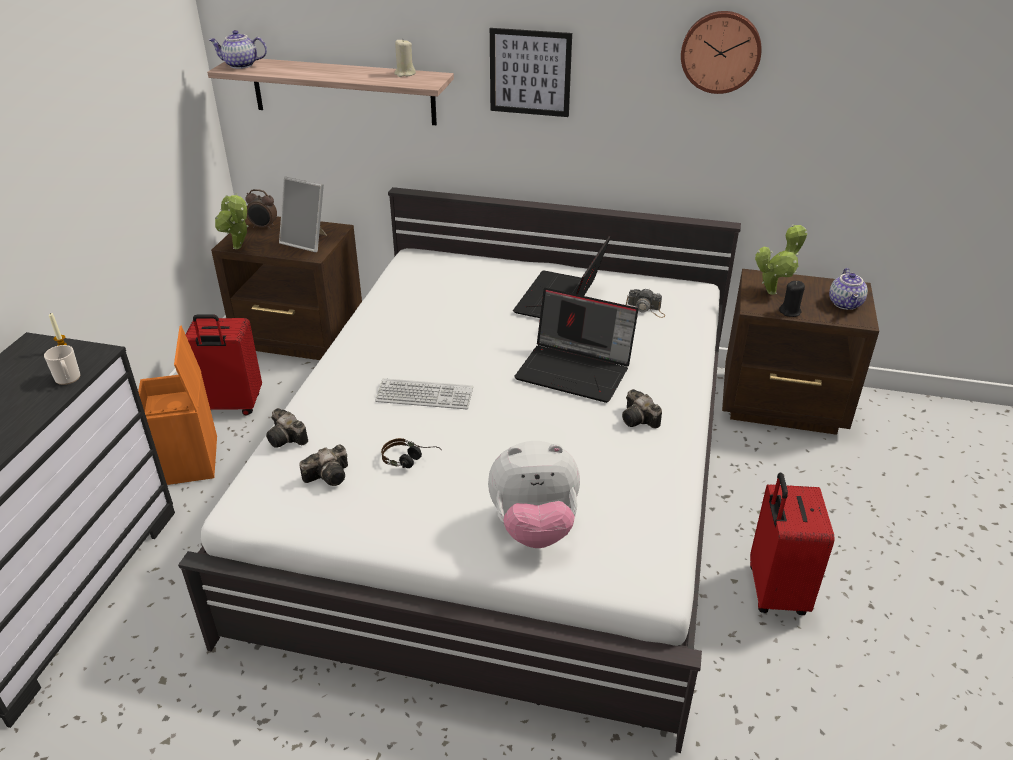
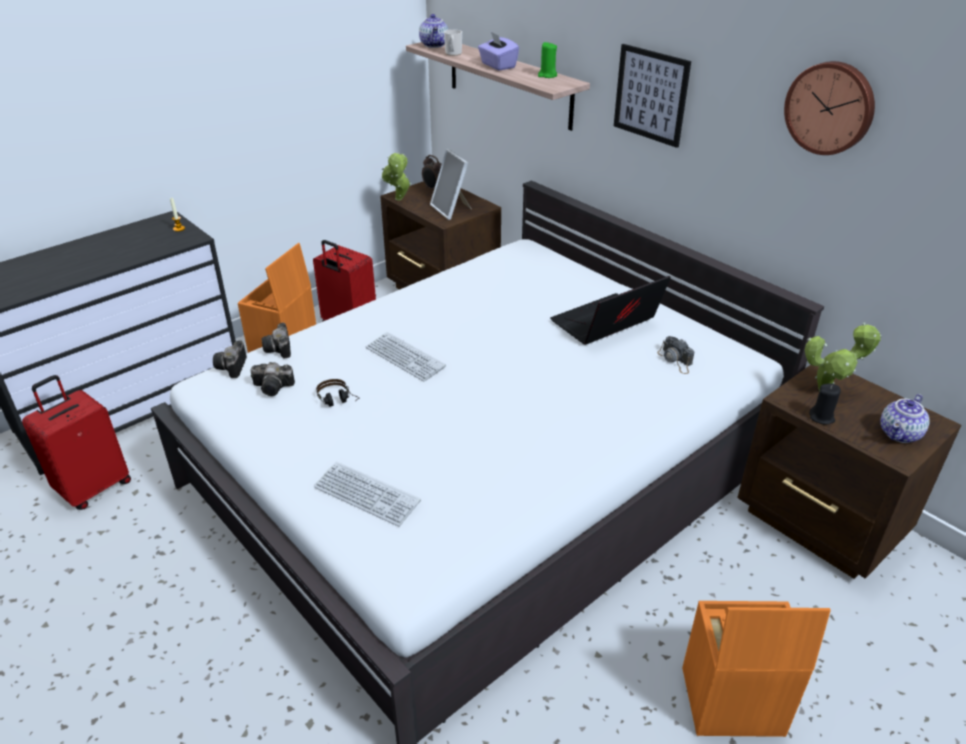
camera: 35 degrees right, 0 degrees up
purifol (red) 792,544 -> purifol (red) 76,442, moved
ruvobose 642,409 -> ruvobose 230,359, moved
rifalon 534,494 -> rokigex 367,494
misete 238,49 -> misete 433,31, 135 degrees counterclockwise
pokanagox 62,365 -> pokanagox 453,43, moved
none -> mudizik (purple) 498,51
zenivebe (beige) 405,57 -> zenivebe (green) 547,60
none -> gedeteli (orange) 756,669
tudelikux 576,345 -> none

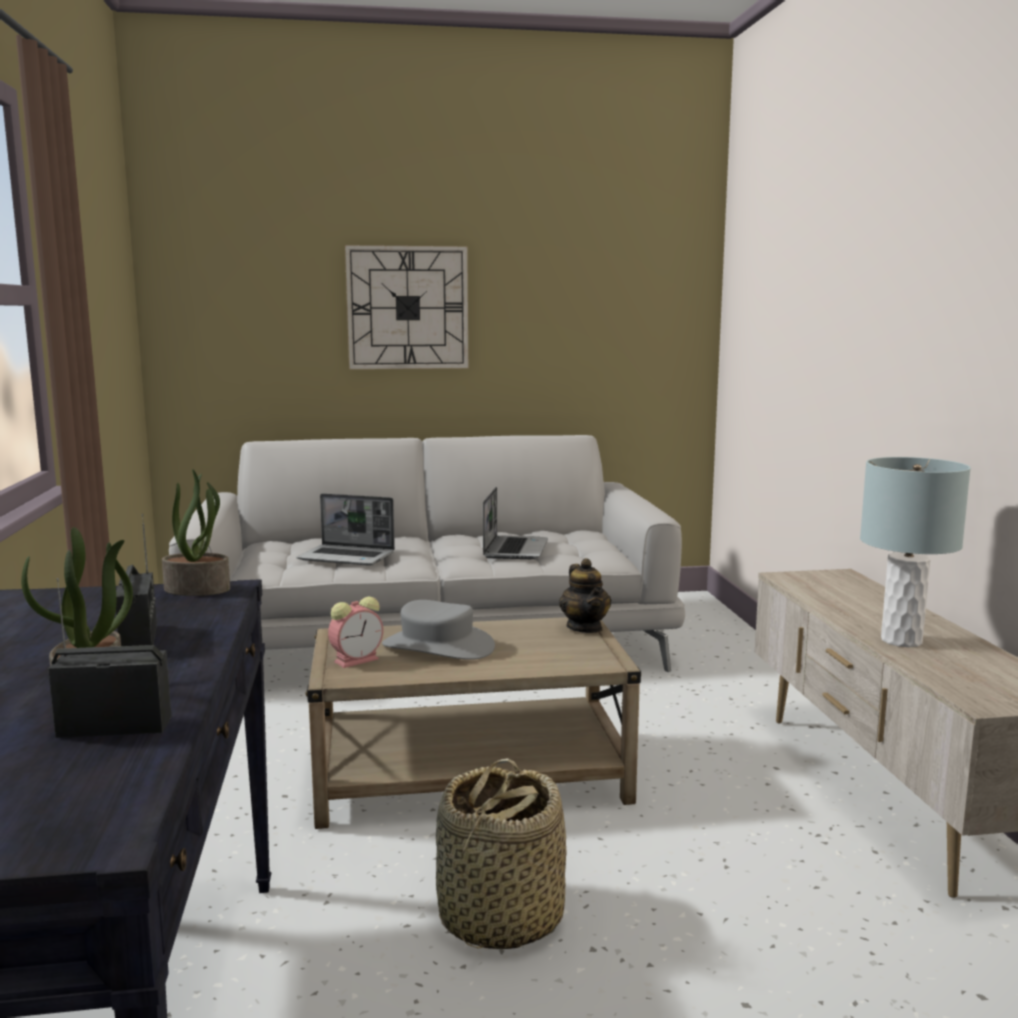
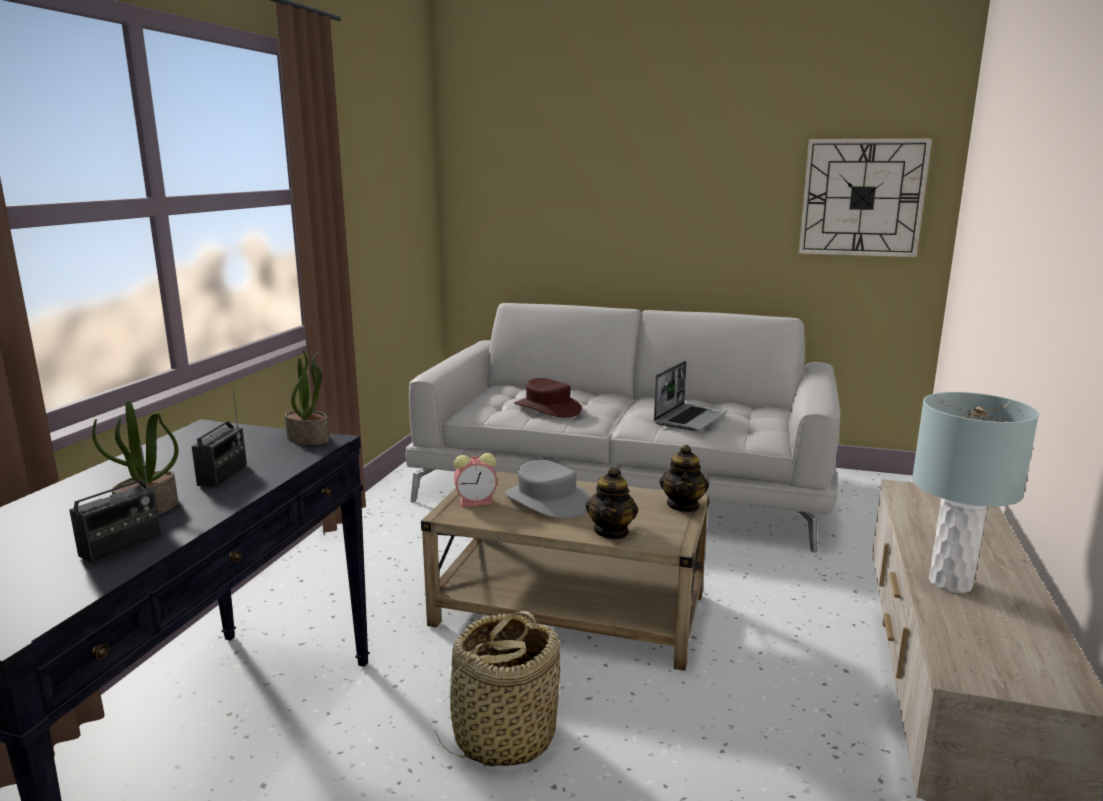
camera: 25 degrees right, 5 degrees up
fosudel 110,658 -> fosudel 115,501, 105 degrees clockwise
tudelikux 346,529 -> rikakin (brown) 548,397
none -> misete 612,503
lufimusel 406,307 -> lufimusel 865,197, moved

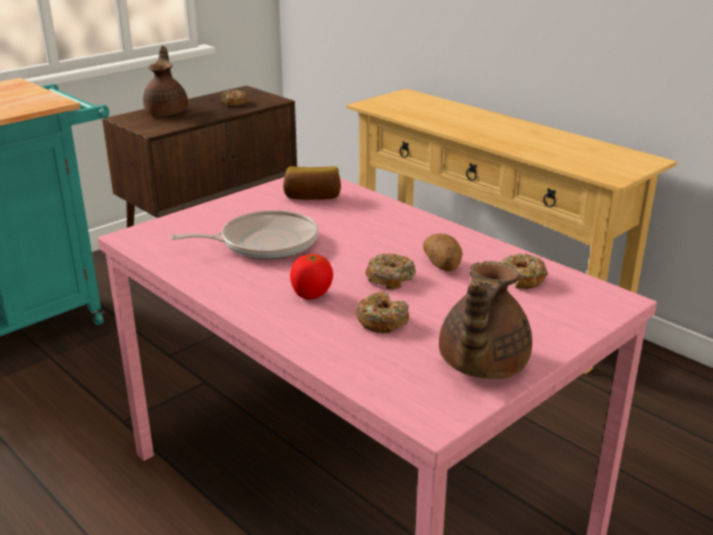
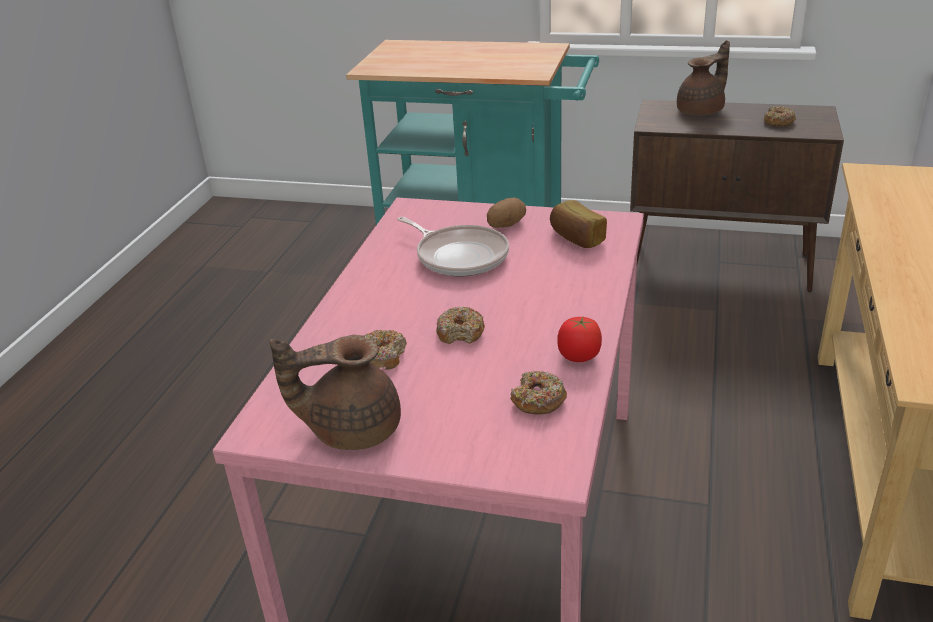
camera: 60 degrees right, 5 degrees up
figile 443,252 -> figile 506,213, moved
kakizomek 311,277 -> kakizomek 579,339, moved

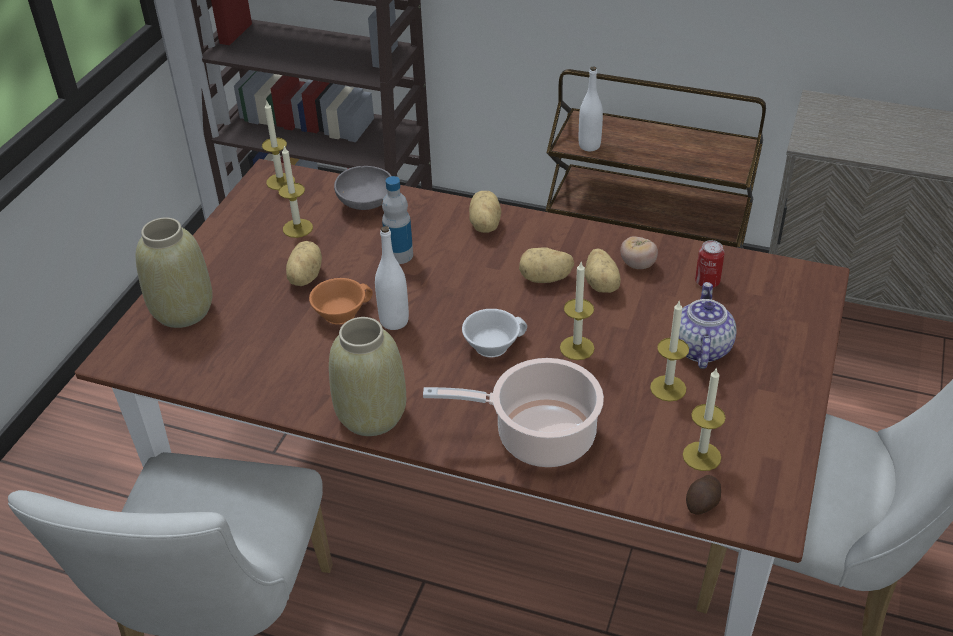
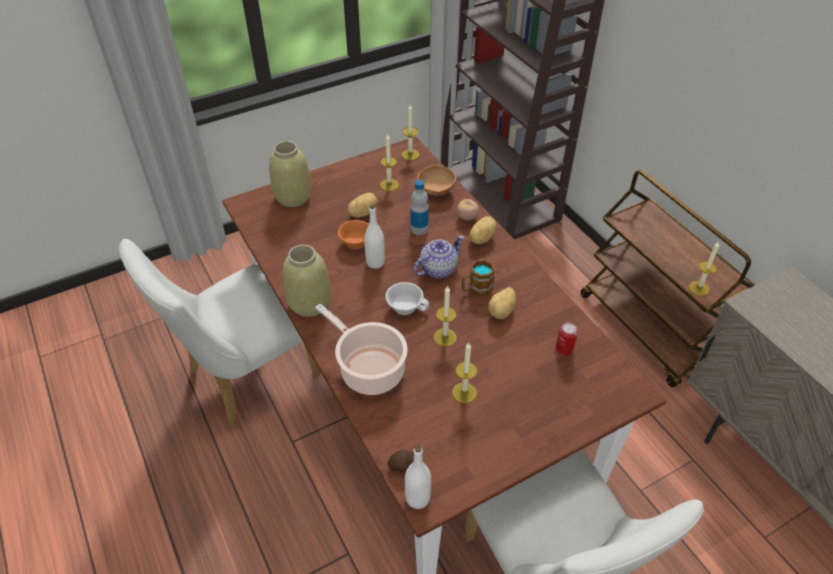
camera: 40 degrees right, 5 degrees up
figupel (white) 591,108 -> figupel (white) 418,477, moved
misete 708,325 -> misete 438,257, moved
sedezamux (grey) 362,188 -> sedezamux (brown) 436,180
kakizomek 639,252 -> kakizomek 468,210, moved
figile 546,265 -> pokanagox 478,277
zenivebe 704,420 -> zenivebe 704,269, moved

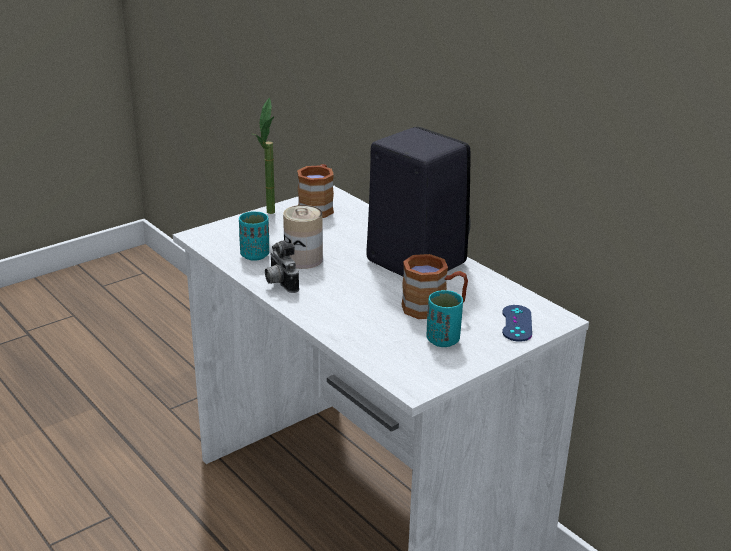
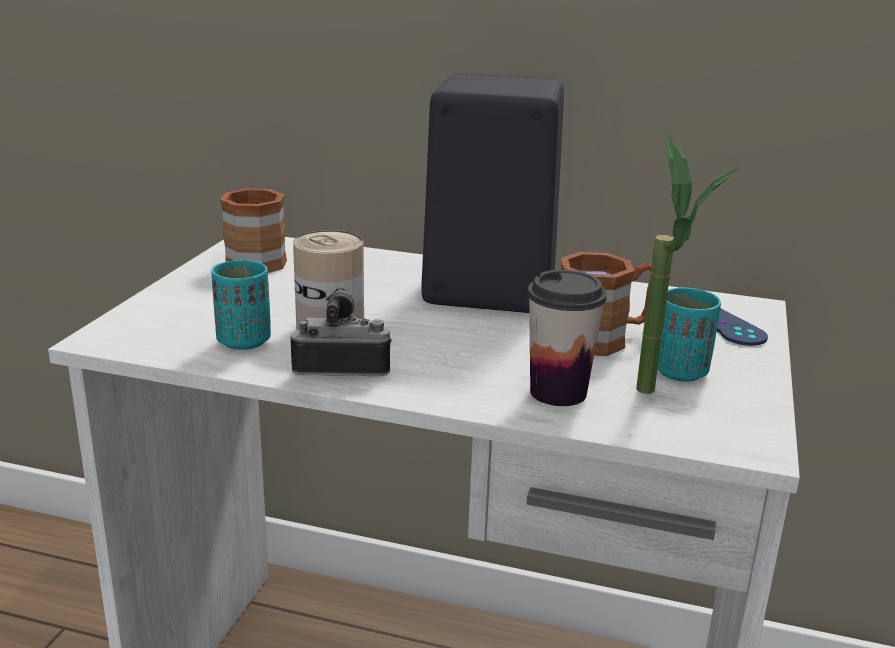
camera: 35 degrees left, 5 degrees down
ruvobose 282,266 -> ruvobose 341,332, 150 degrees clockwise
none -> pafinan 567,338
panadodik 264,156 -> panadodik 688,264, moved

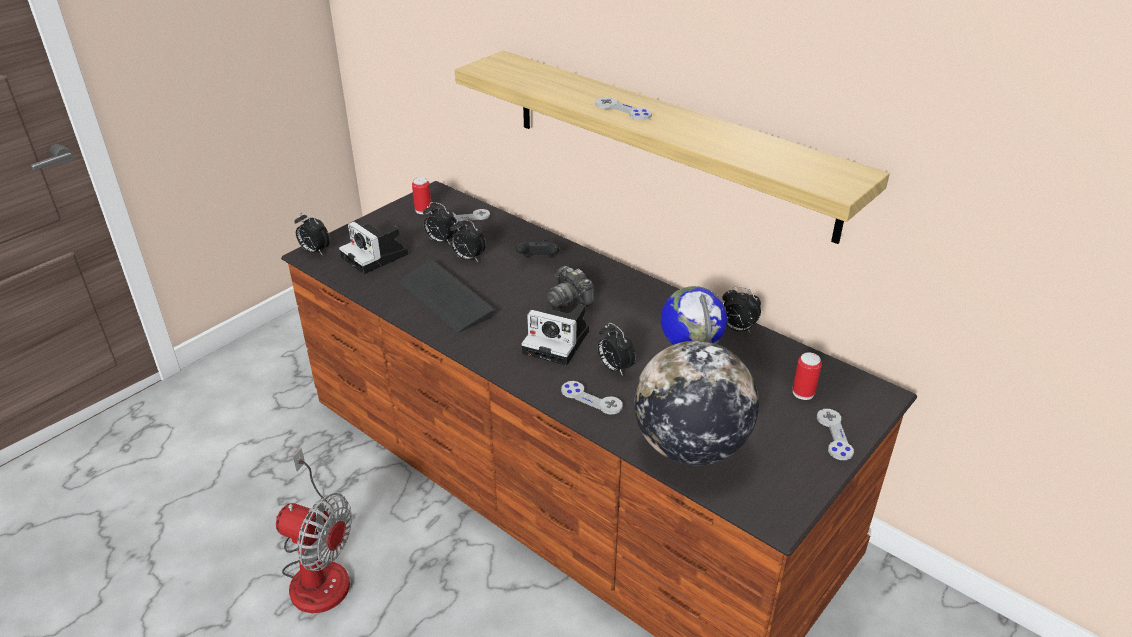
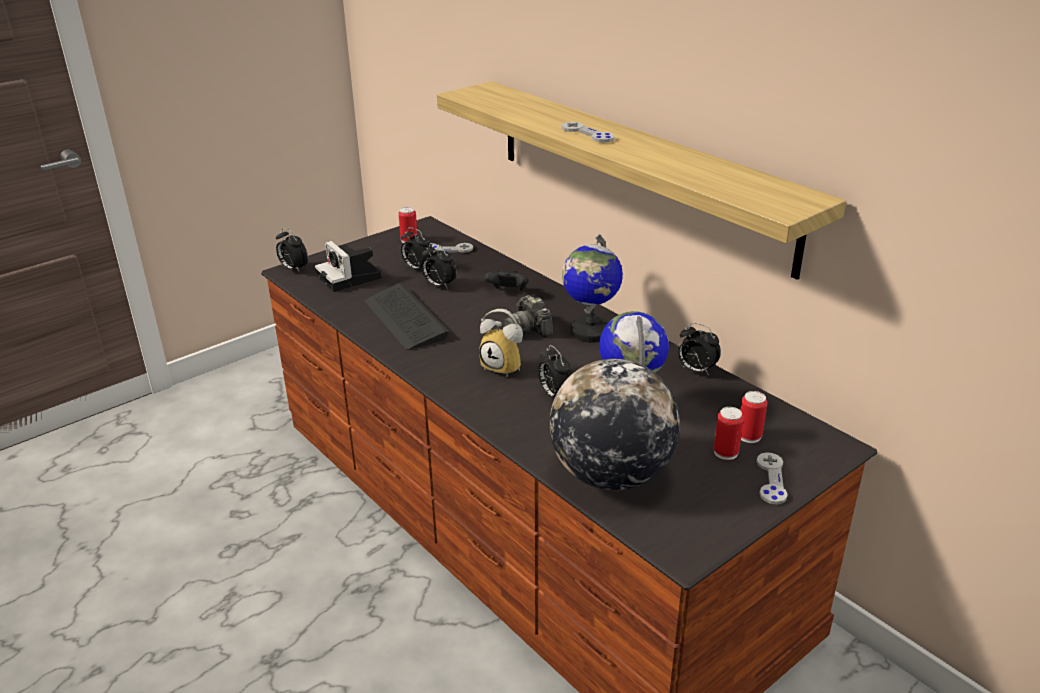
camera: 10 degrees right, 5 degrees down
ruvobose 555,335 -> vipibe 501,343
none -> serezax 592,289
none -> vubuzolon 729,433
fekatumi 314,530 -> none
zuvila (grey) 592,398 -> none

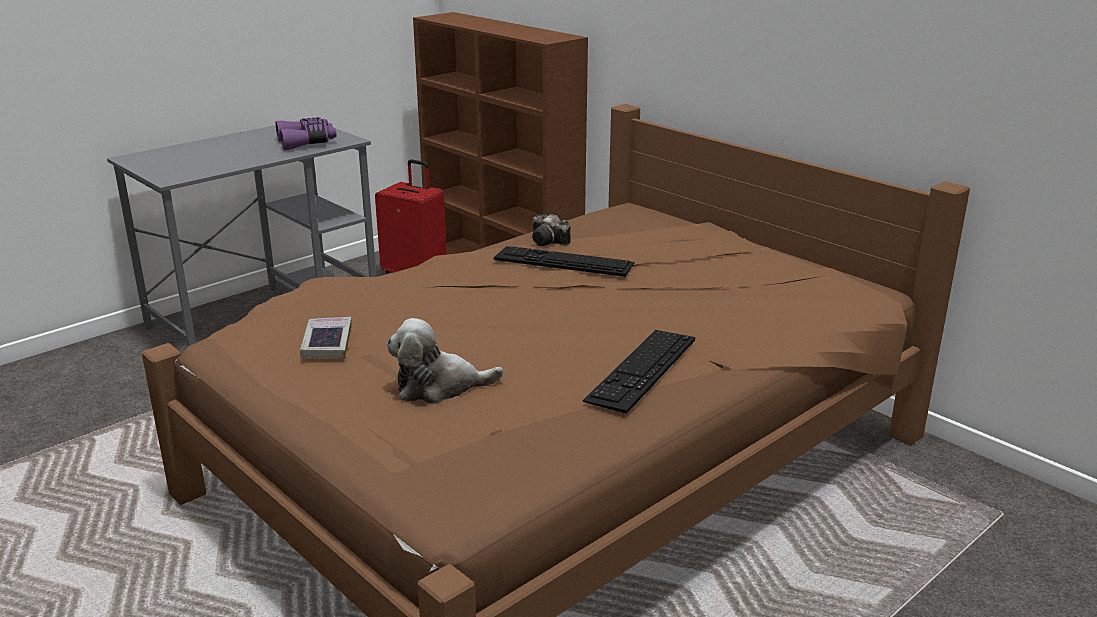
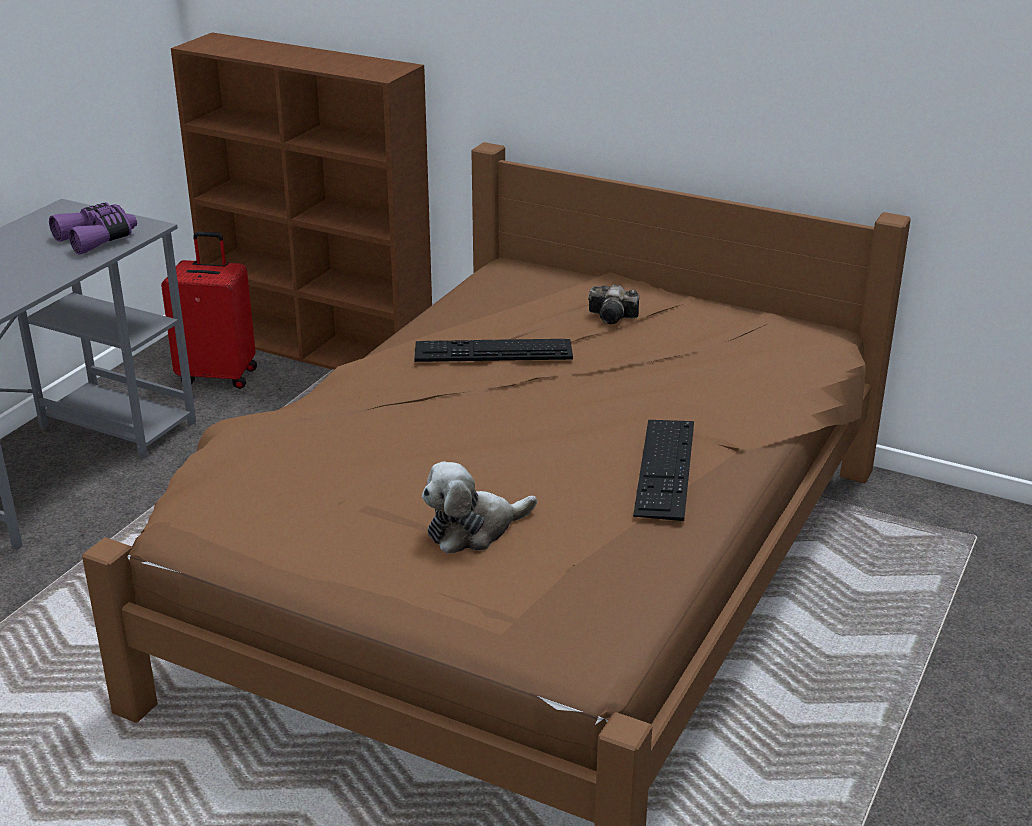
camera: 20 degrees left, 5 degrees up
ruvobose 551,230 -> ruvobose 613,304, moved
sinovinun 325,338 -> none

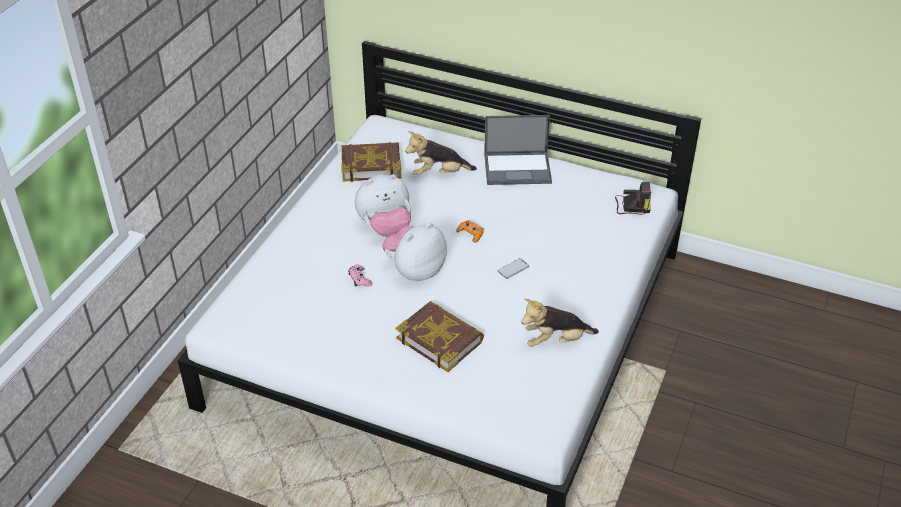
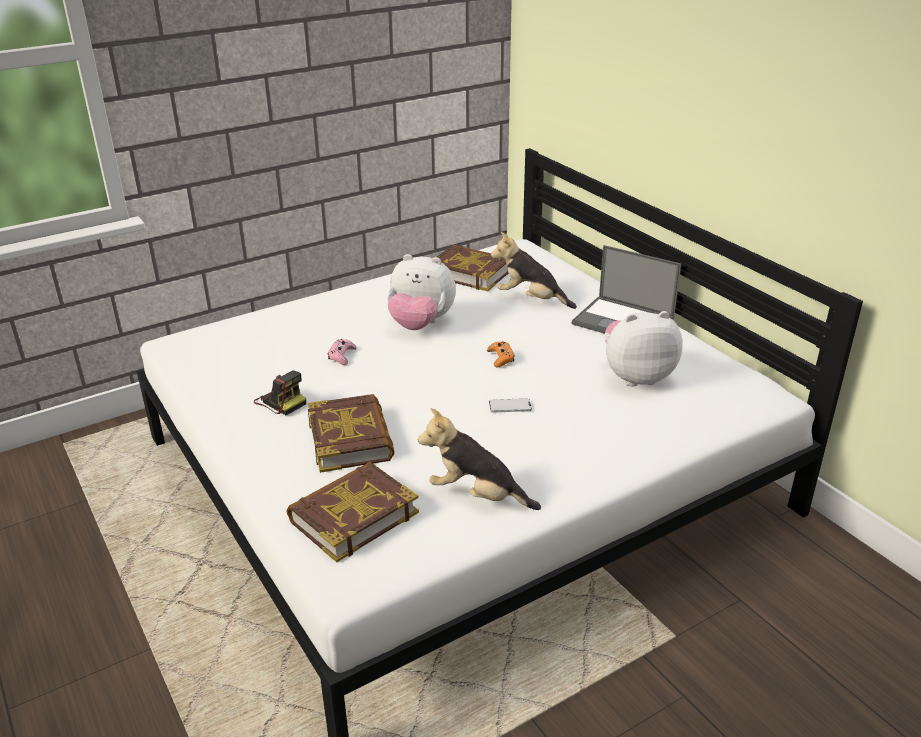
camera: 35 degrees right, 10 degrees down
ruvobose 633,198 -> ruvobose 280,392, moved
none -> sinovinun 353,512
rifalon 414,252 -> rifalon 644,349, moved

